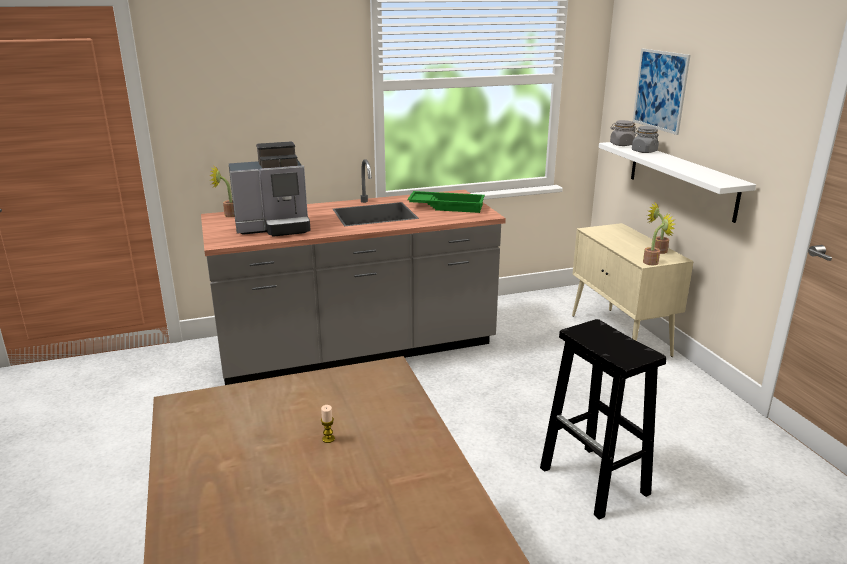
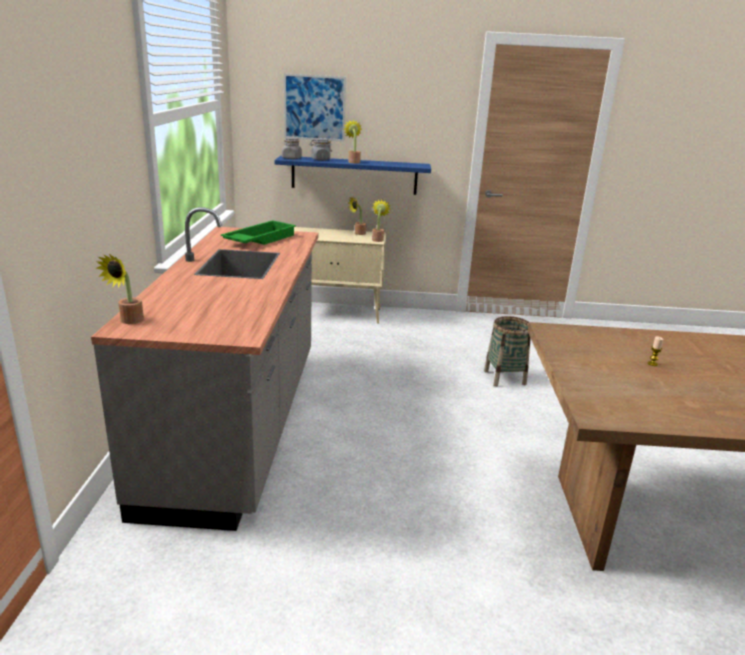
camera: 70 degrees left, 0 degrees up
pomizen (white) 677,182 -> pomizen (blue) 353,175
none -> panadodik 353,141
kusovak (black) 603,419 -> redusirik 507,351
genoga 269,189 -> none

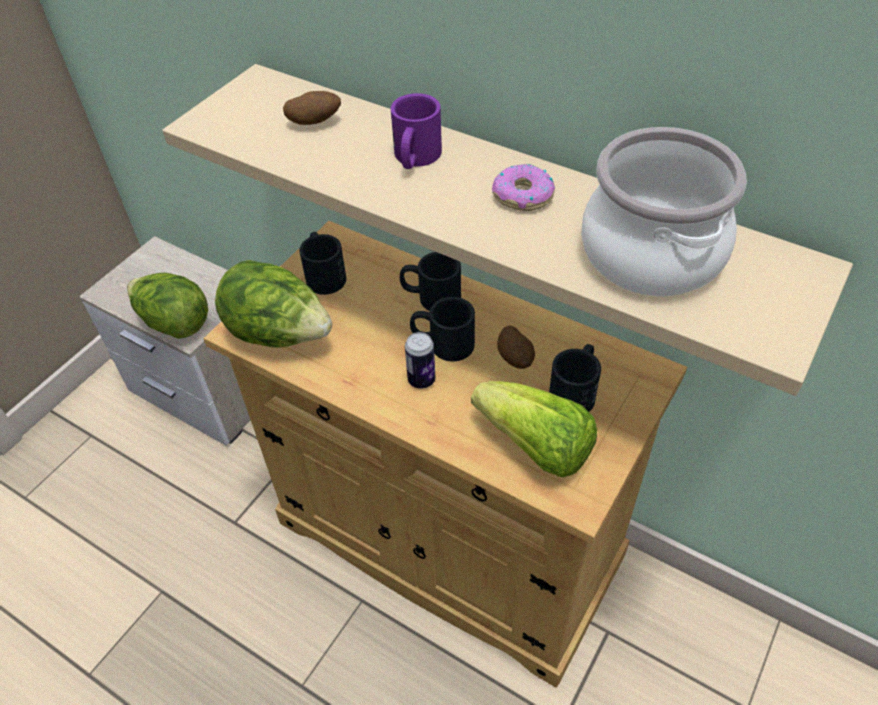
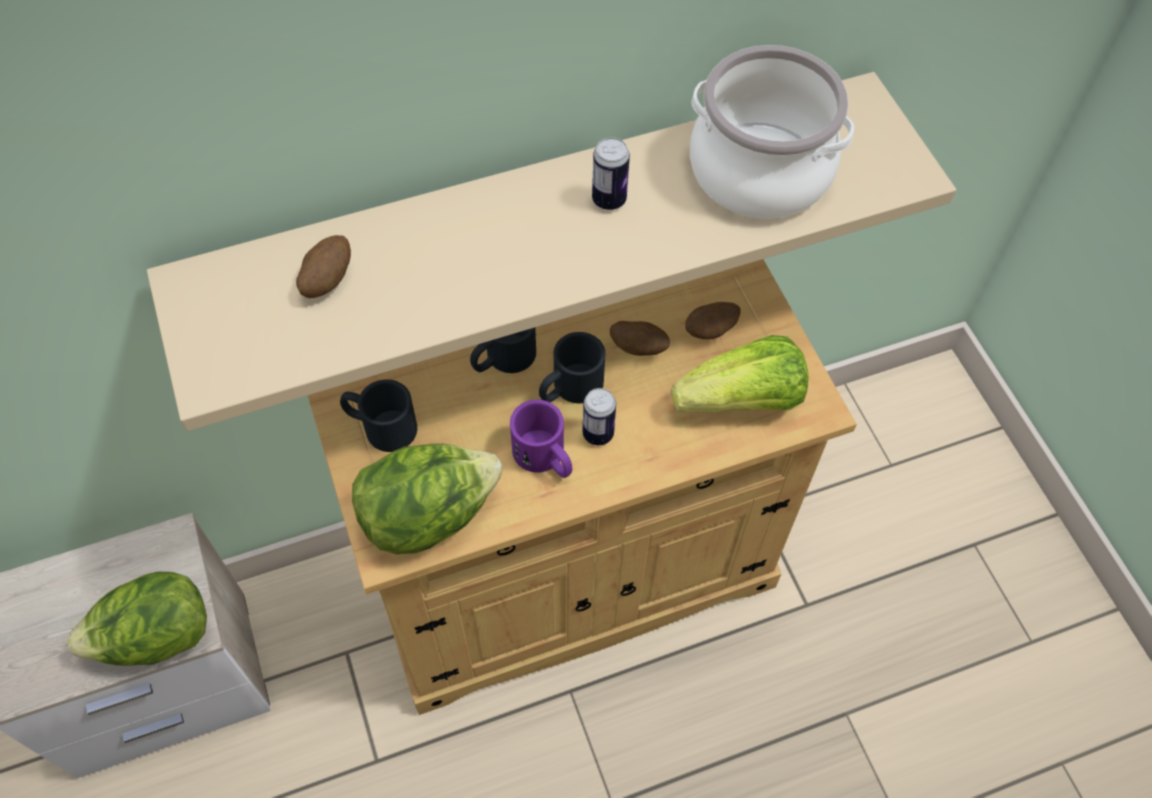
camera: 55 degrees left, 10 degrees up
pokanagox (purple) 416,131 -> pokanagox (purple) 541,439, moved
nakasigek 523,187 -> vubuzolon 611,174
pokanagox (black) 575,378 -> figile 713,320

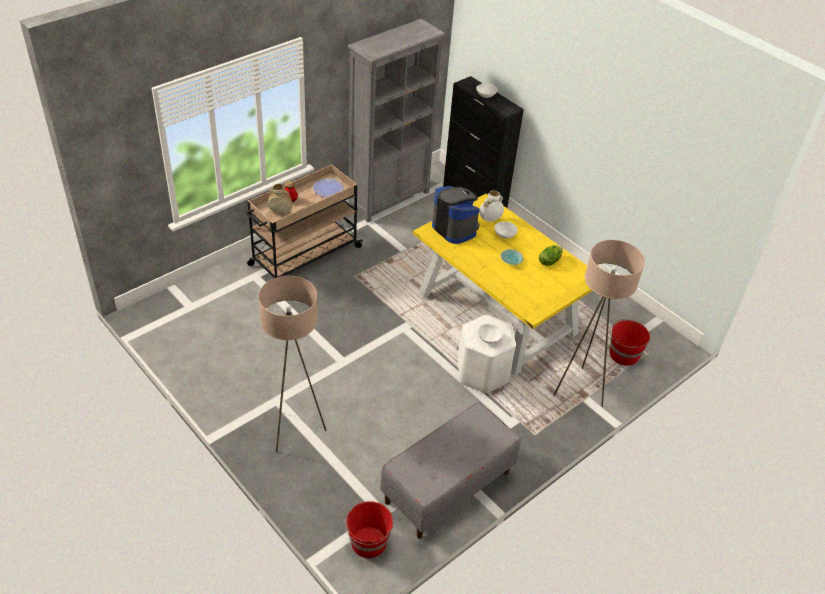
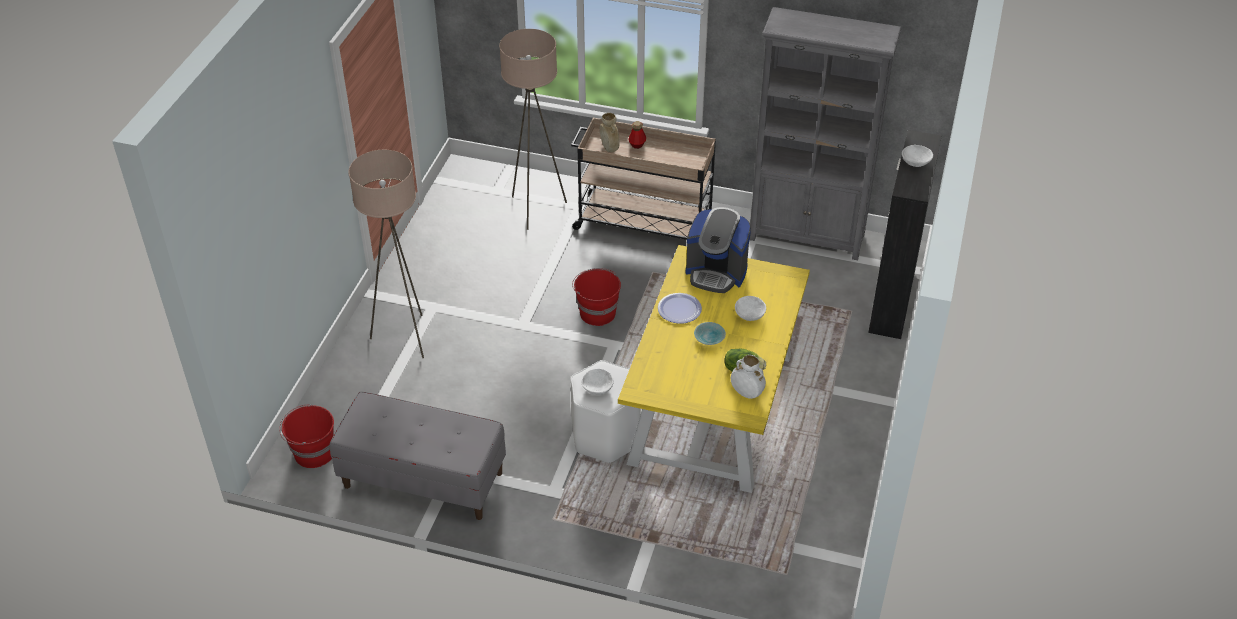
camera: 60 degrees right, 0 degrees up
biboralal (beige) 599,323 -> biboralal (beige) 533,129, moved
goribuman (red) 630,342 -> goribuman (red) 596,297, moved
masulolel 328,188 -> masulolel 680,308, moved
genoga 456,215 -> genoga 718,250, 90 degrees clockwise
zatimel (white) 491,206 -> zatimel (white) 748,377, moved

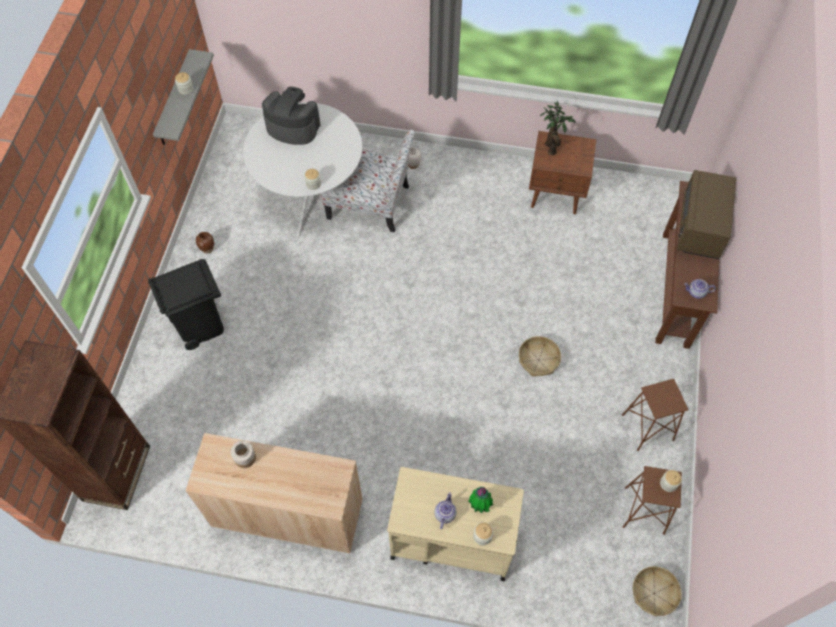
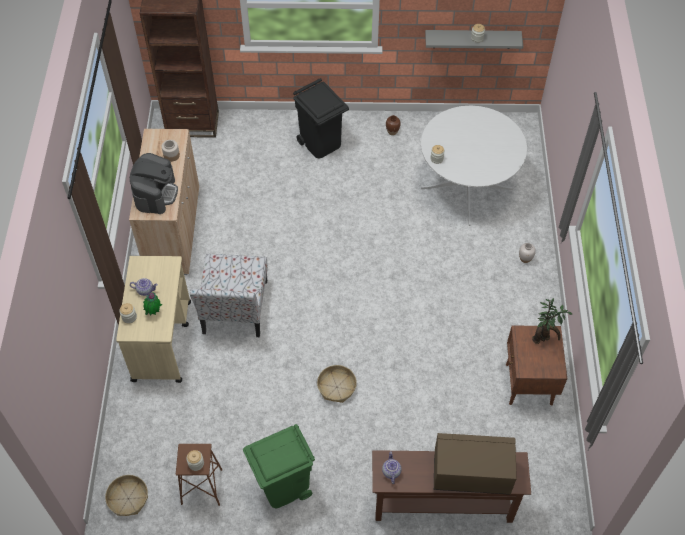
camera: 80 degrees right, 5 degrees down
genoga 291,116 -> genoga 154,183, moved
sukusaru 368,181 -> sukusaru 229,295, moved
kusovak (brown) 655,415 -> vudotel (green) 279,466

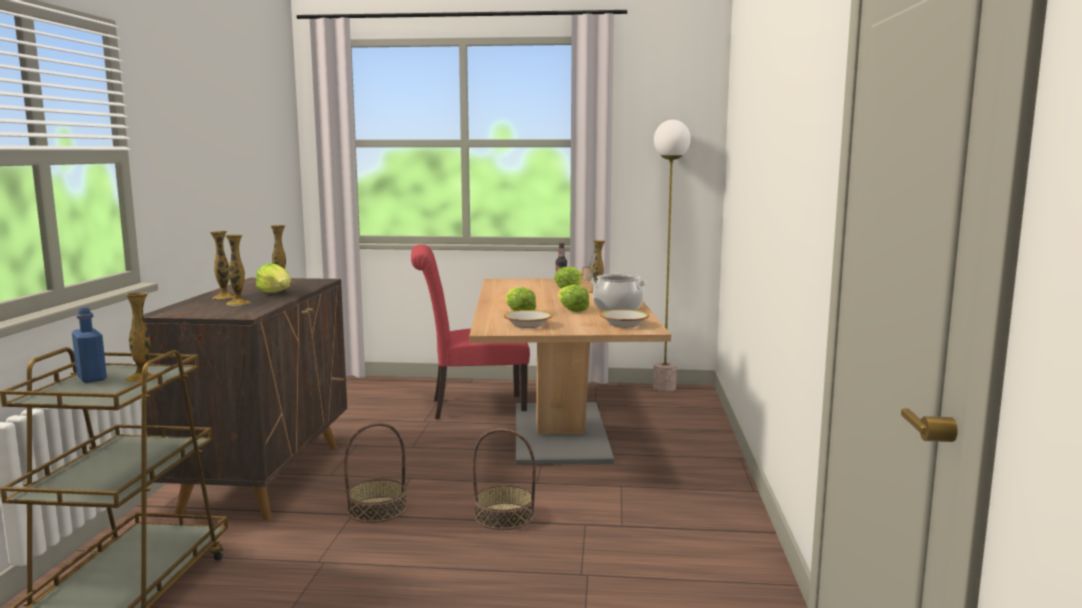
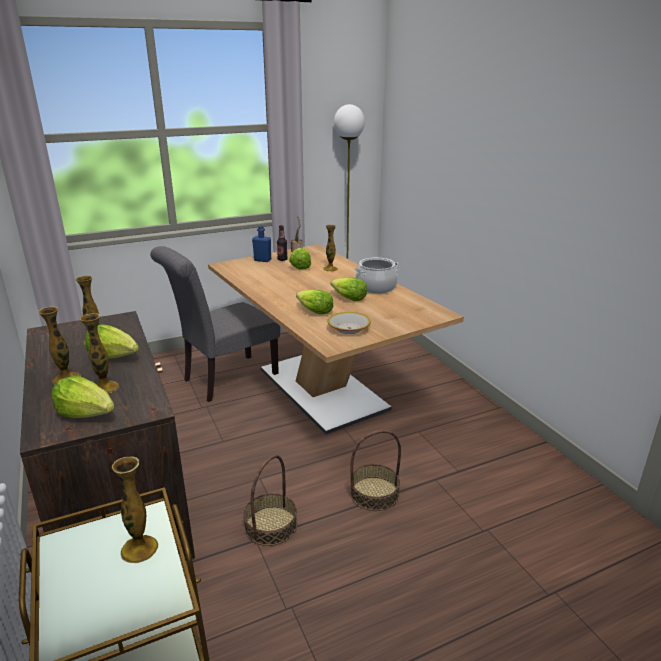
camera: 30 degrees left, 15 degrees up
none -> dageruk 82,397
sukusaru (red) 470,331 -> sukusaru (grey) 215,324
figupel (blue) 89,345 -> figupel (blue) 261,244, moved
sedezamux 624,319 -> none

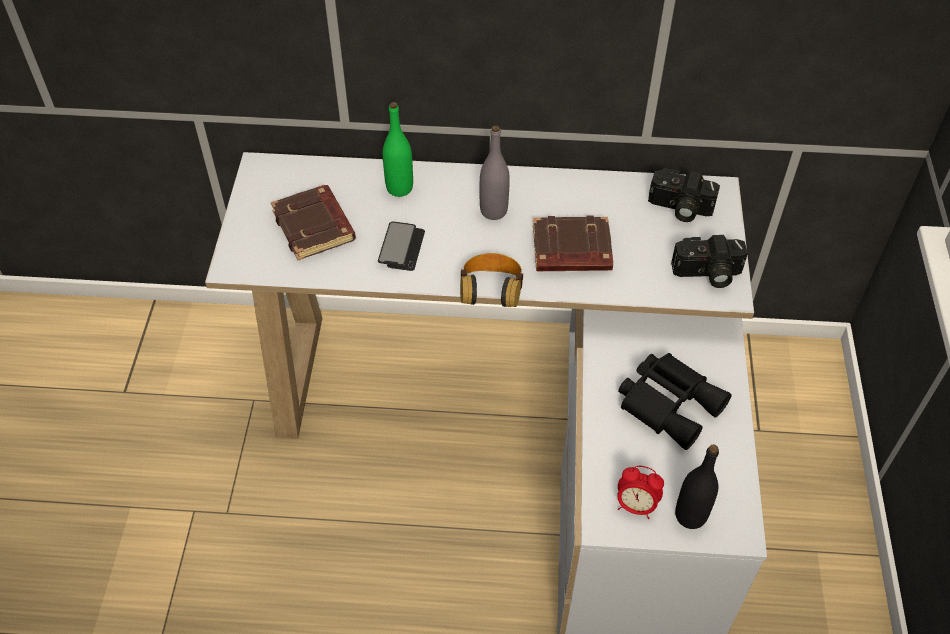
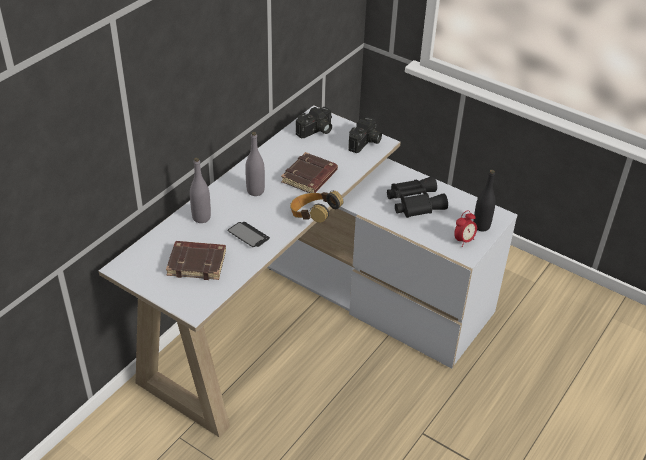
camera: 60 degrees left, 10 degrees down
figupel (green) 398,149 -> figupel (grey) 200,190

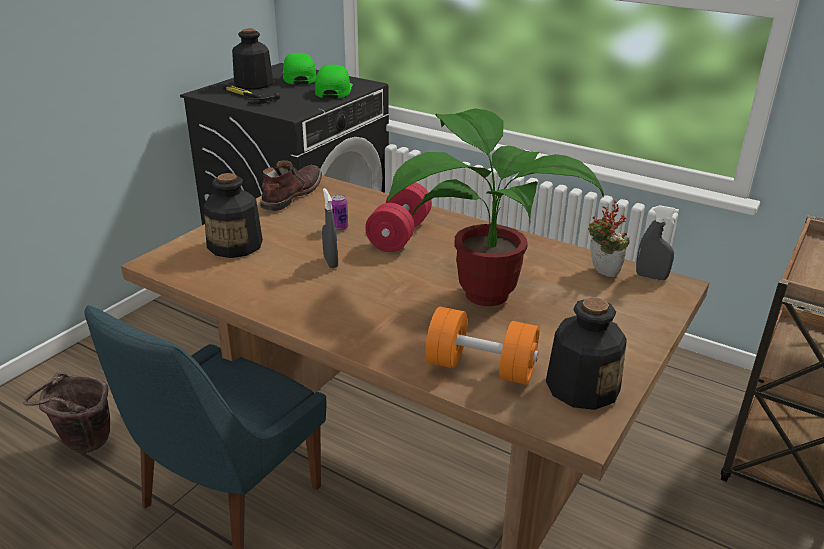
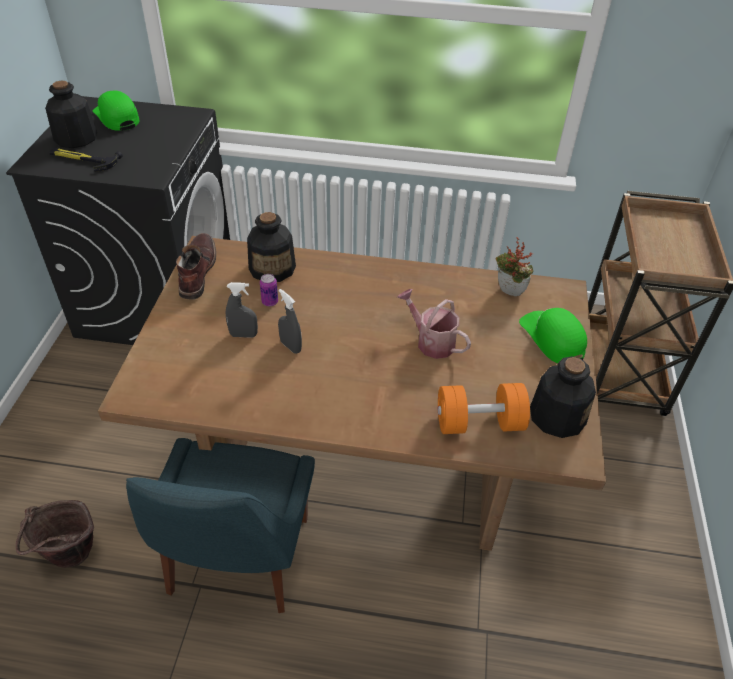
camera: 25 degrees left, 15 degrees up
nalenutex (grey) 657,242 -> nalenutex (grey) 242,310, moved
figupel 233,215 -> figupel 271,247, moved
panadodik 495,207 -> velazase 434,324
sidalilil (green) 334,81 -> sidalilil (green) 553,335, moved
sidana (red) 398,217 -> none

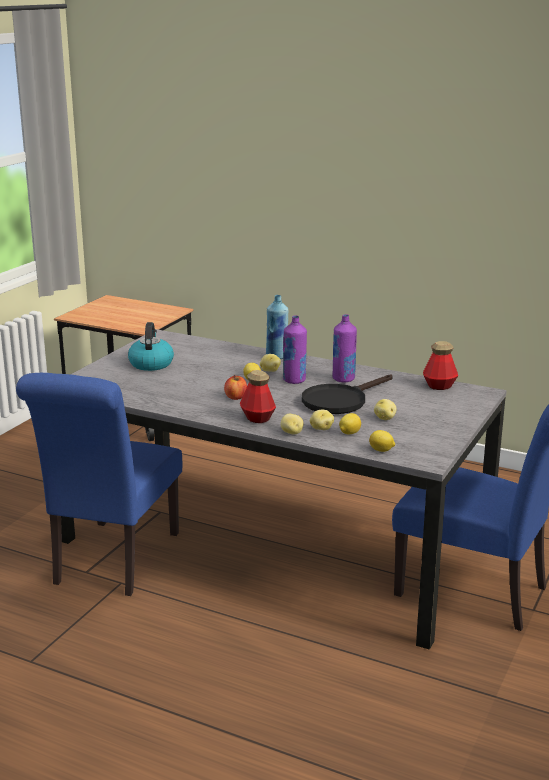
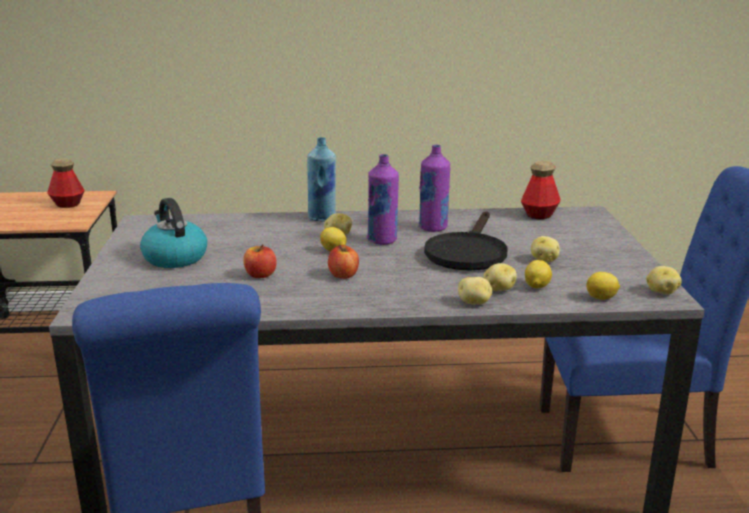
camera: 30 degrees left, 0 degrees up
figupel 258,396 -> figupel 66,183, moved
none -> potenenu 259,261
none -> figile 664,280

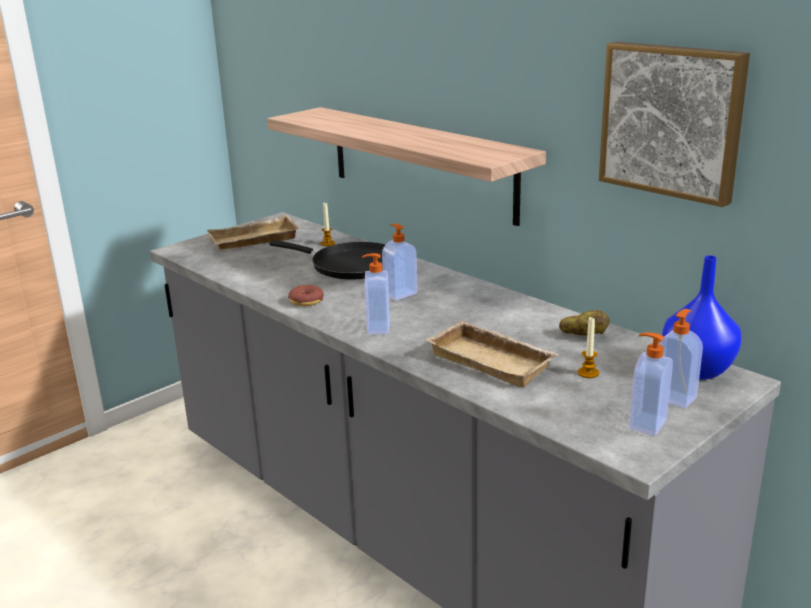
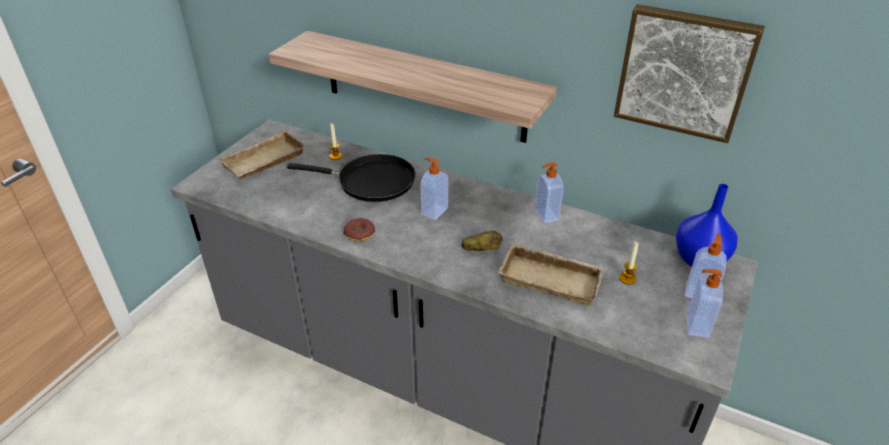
camera: 20 degrees left, 15 degrees up
figile 584,323 -> figile 482,240, moved
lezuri 376,293 -> lezuri 549,192, moved

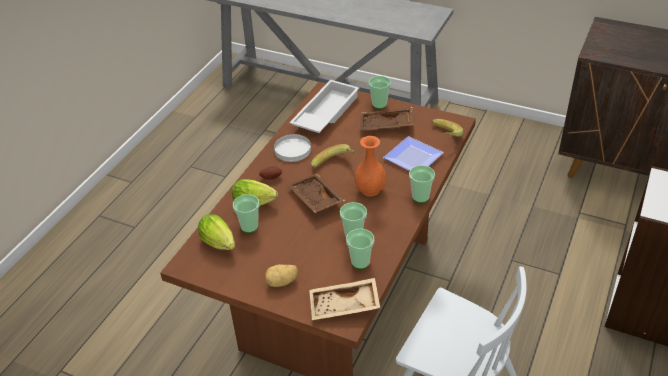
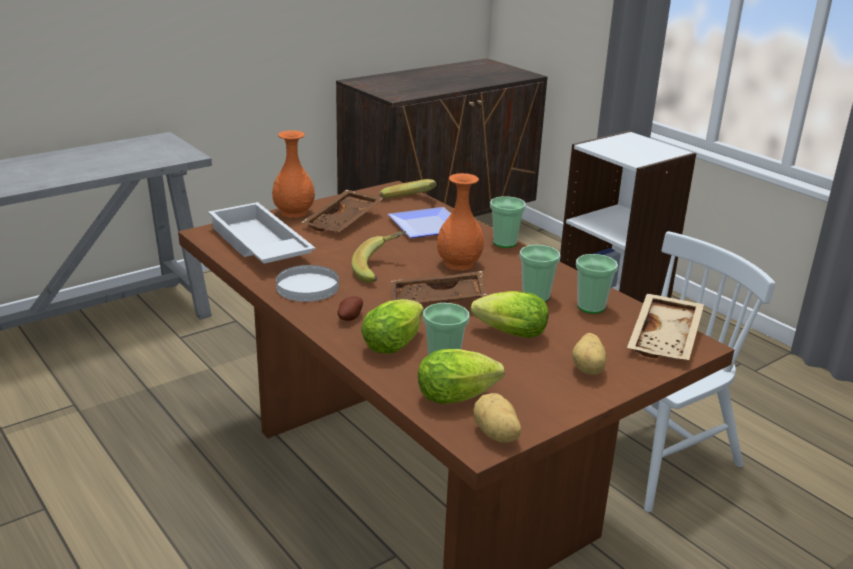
camera: 65 degrees left, 15 degrees down
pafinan 379,92 -> zatimel (orange) 293,174
none -> dageruk 510,314
none -> figile 497,418

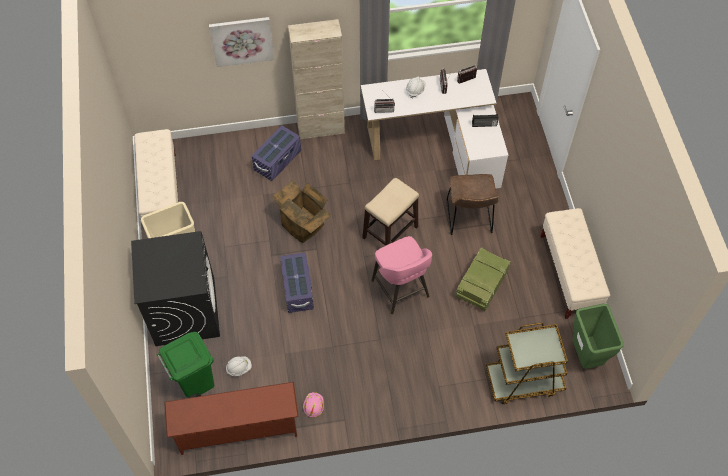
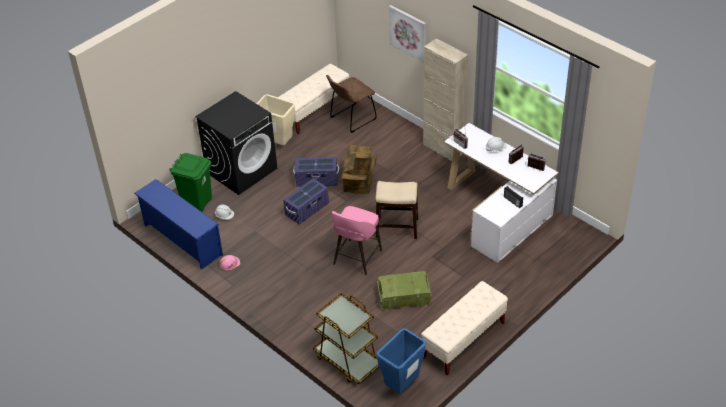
camera: 55 degrees right, 15 degrees down
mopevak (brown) 231,418 -> mopevak (blue) 178,224
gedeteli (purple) 276,153 -> gedeteli (purple) 316,172, moved
sukusaru (brown) 473,204 -> sukusaru (brown) 351,104, moved
vudotel (green) 598,336 -> vudotel (blue) 401,361

